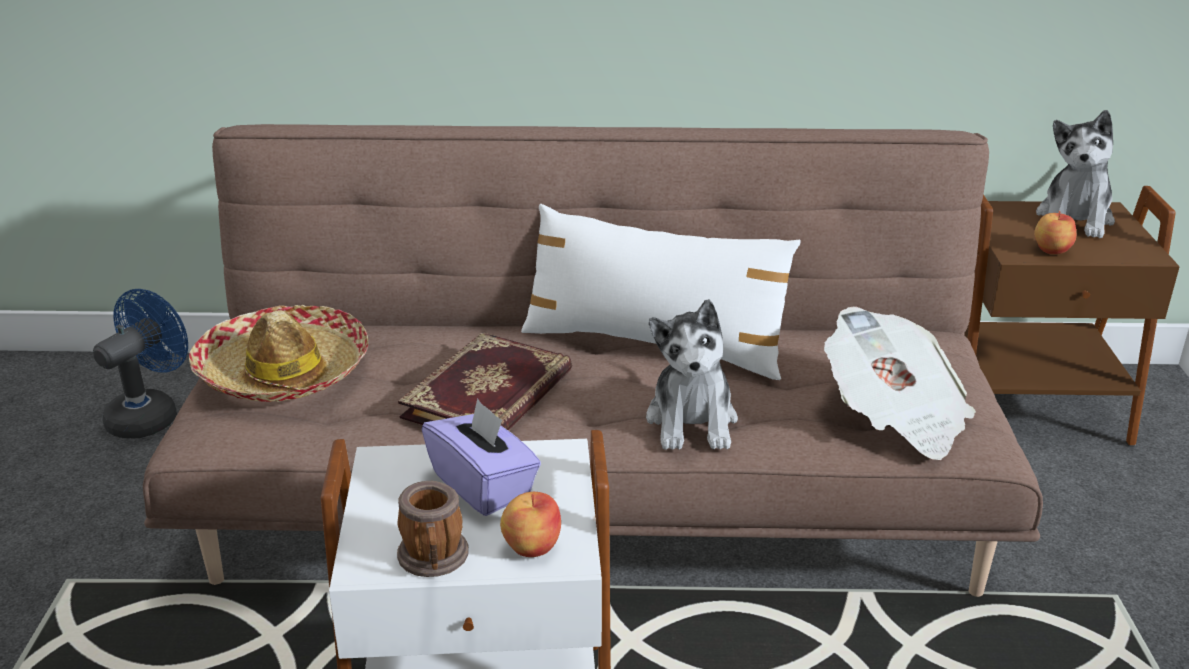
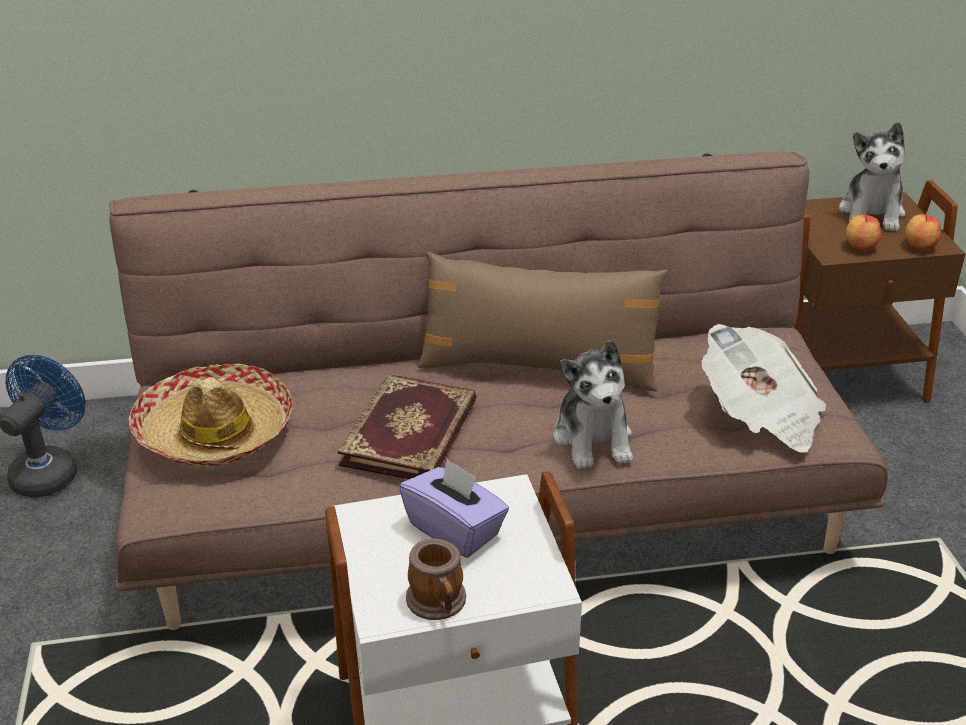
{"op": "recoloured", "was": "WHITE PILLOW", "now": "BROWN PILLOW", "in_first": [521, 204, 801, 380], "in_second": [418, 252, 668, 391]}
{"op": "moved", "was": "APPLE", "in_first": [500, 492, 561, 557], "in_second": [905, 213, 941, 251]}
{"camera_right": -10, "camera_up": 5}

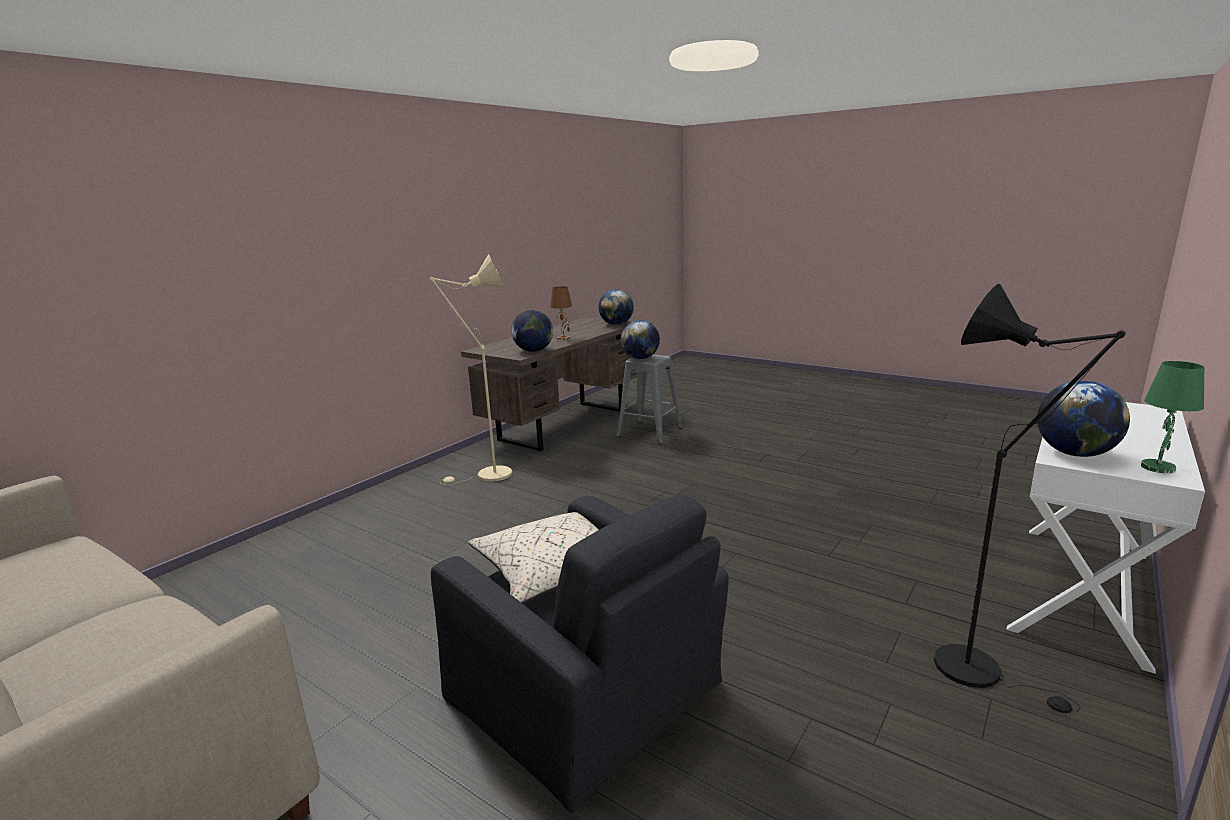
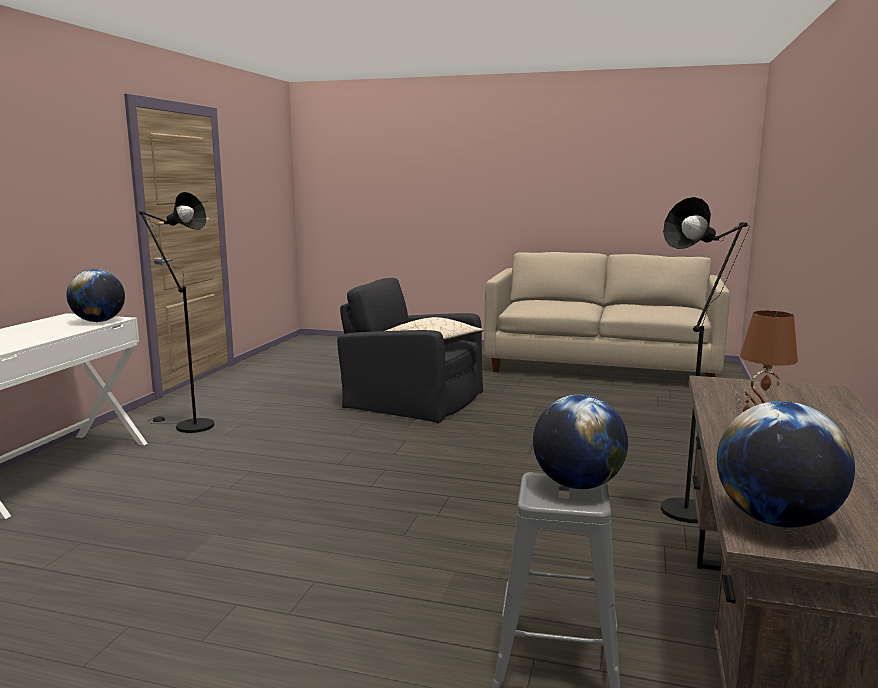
{"op": "recoloured", "was": "BEIGE FLOOR LAMP", "now": "BLACK FLOOR LAMP", "in_first": [430, 254, 512, 485], "in_second": [661, 197, 749, 523]}
{"op": "removed", "was": "GLOBE", "in_first": [511, 310, 553, 352]}
{"op": "removed", "was": "GREEN TABLE LAMP", "in_first": [1141, 361, 1204, 474]}
{"camera_right": 160, "camera_up": -5}

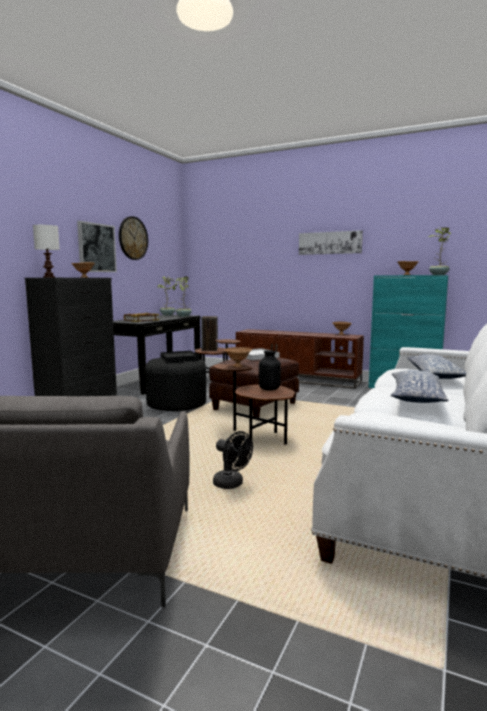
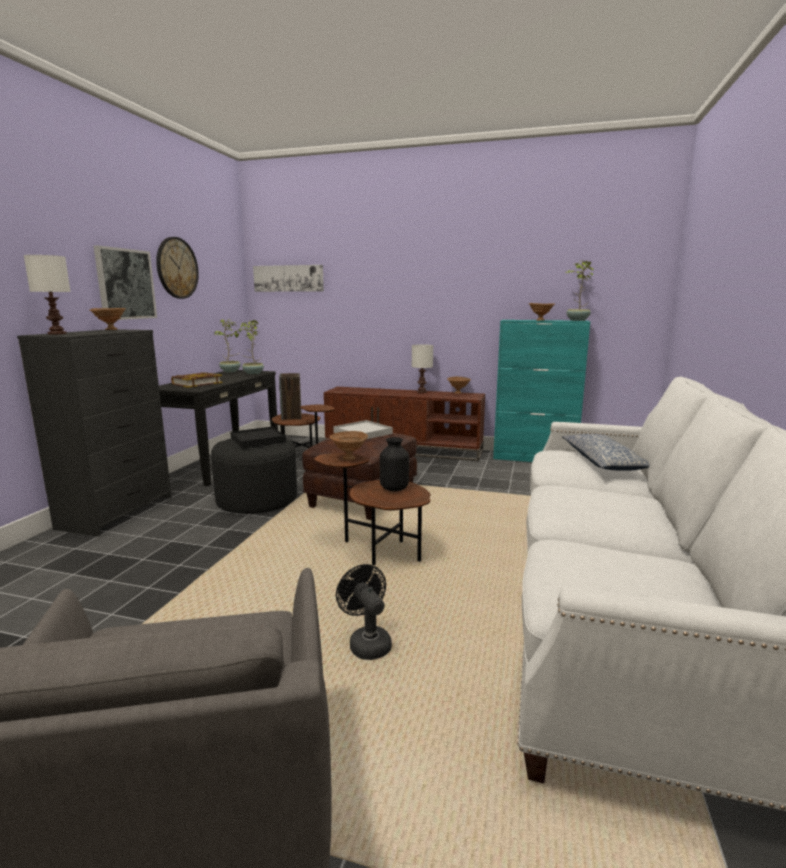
{"op": "moved", "was": "PICTURE", "in_first": [299, 230, 363, 255], "in_second": [253, 265, 324, 292]}
{"op": "removed", "was": "PILLOW", "in_first": [391, 370, 448, 403]}
{"op": "turned", "was": "BLACK FAN", "in_first": [213, 431, 253, 489], "in_second": [336, 564, 392, 660], "clockwise": -150}
{"op": "added", "now": "WHITE TABLE LAMP", "in_second": [412, 344, 433, 393]}
{"camera_right": -10, "camera_up": 5}

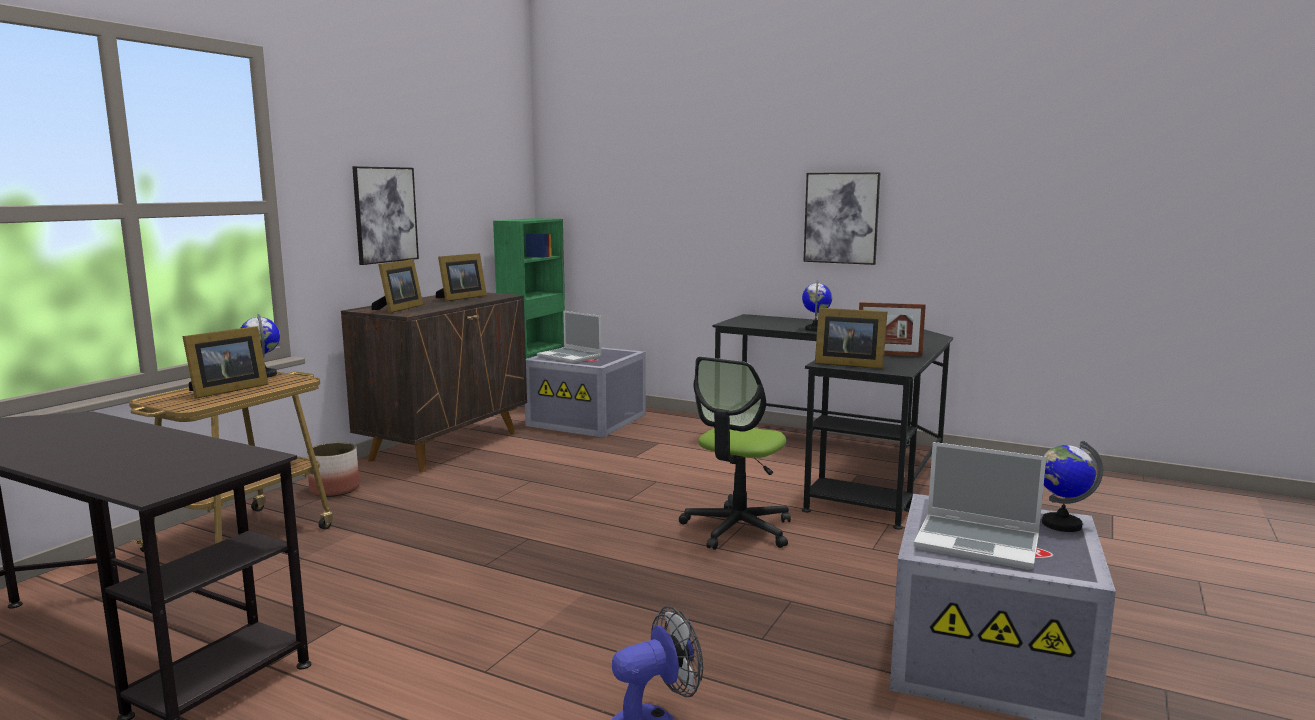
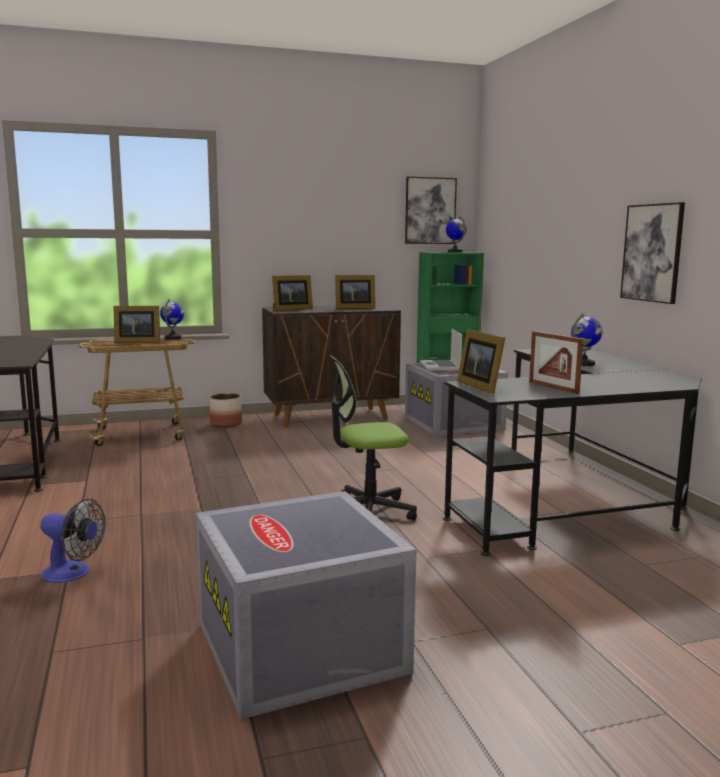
{"op": "moved", "was": "PICTURE", "in_first": [352, 166, 419, 265], "in_second": [405, 177, 457, 244]}
{"op": "moved", "was": "GLOBE", "in_first": [1042, 441, 1103, 532], "in_second": [446, 216, 466, 252]}
{"op": "removed", "was": "LAPTOP", "in_first": [914, 442, 1046, 570]}
{"camera_right": 45, "camera_up": 0}

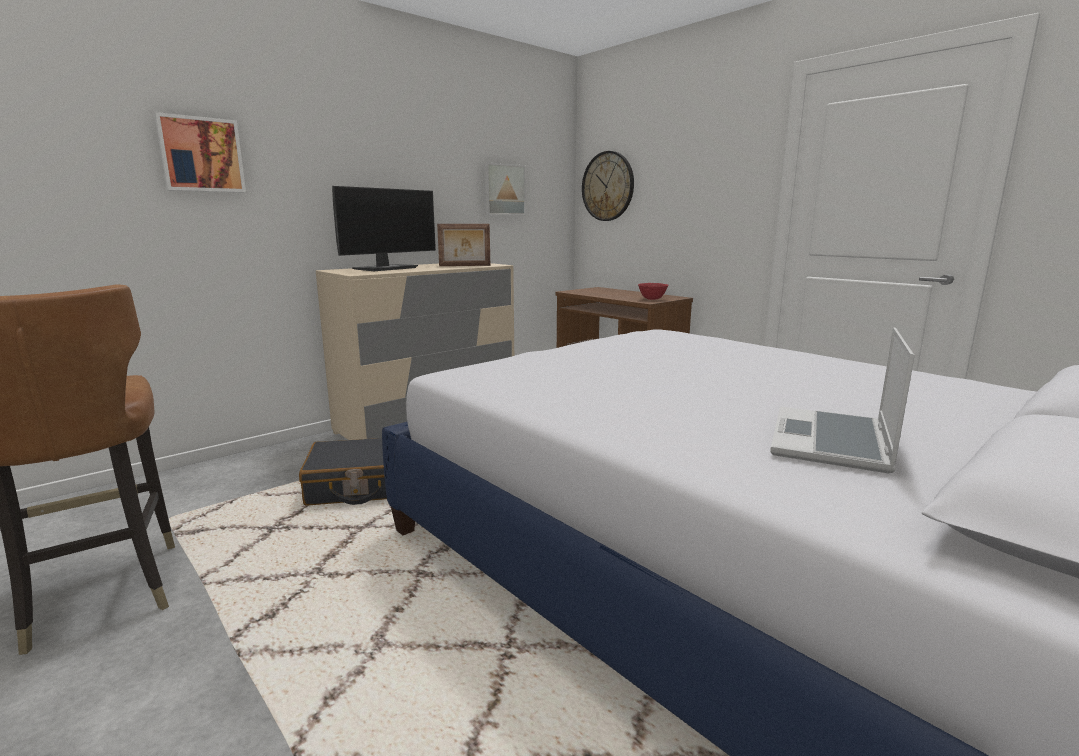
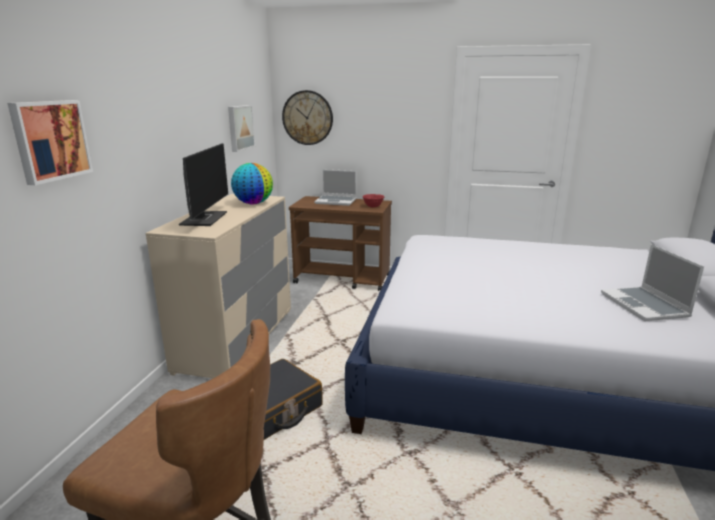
{"op": "replaced", "was": "PICTURE FRAME", "now": "GLOBE", "in_first": [437, 224, 490, 266], "in_second": [231, 163, 273, 204]}
{"op": "added", "now": "LAPTOP", "in_second": [314, 169, 357, 206]}
{"camera_right": -35, "camera_up": 5}

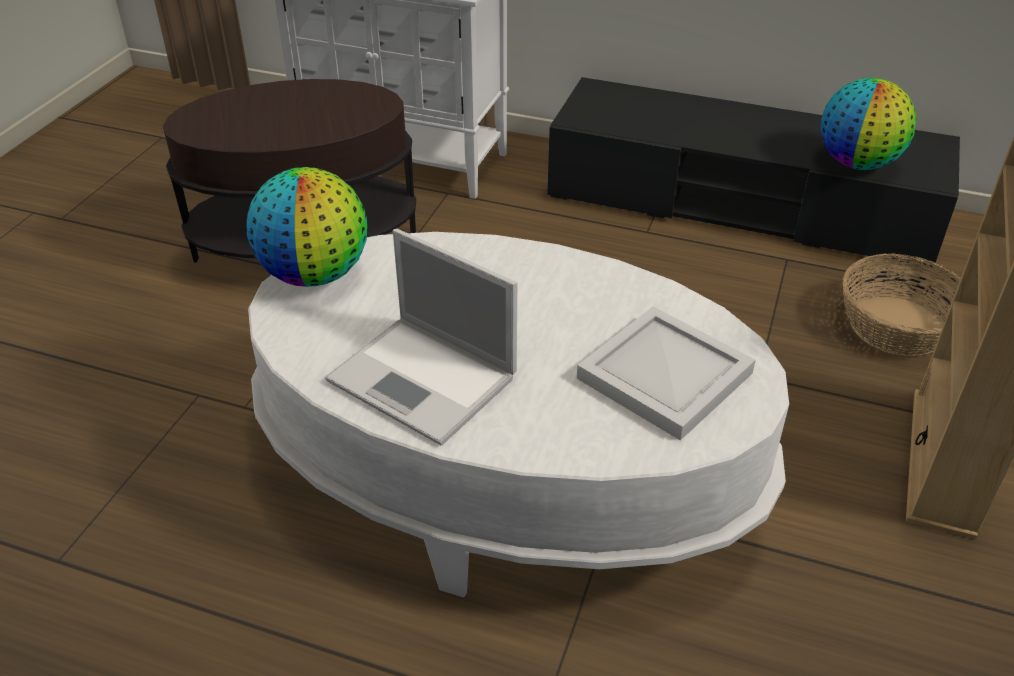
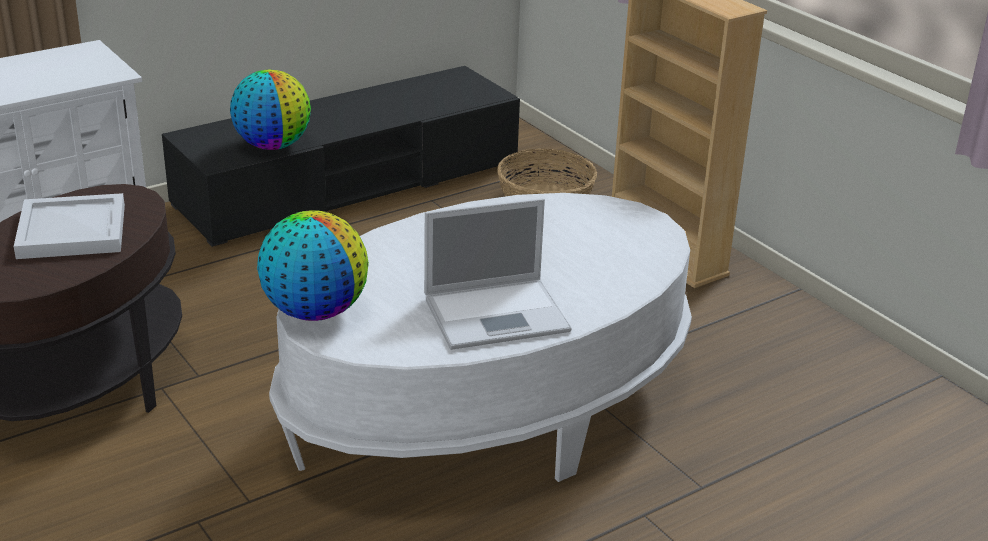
{"op": "moved", "was": "GLOBE", "in_first": [820, 78, 916, 170], "in_second": [230, 70, 311, 150]}
{"op": "moved", "was": "WHITE TRAY", "in_first": [577, 307, 756, 440], "in_second": [14, 193, 125, 259]}
{"camera_right": -55, "camera_up": -10}

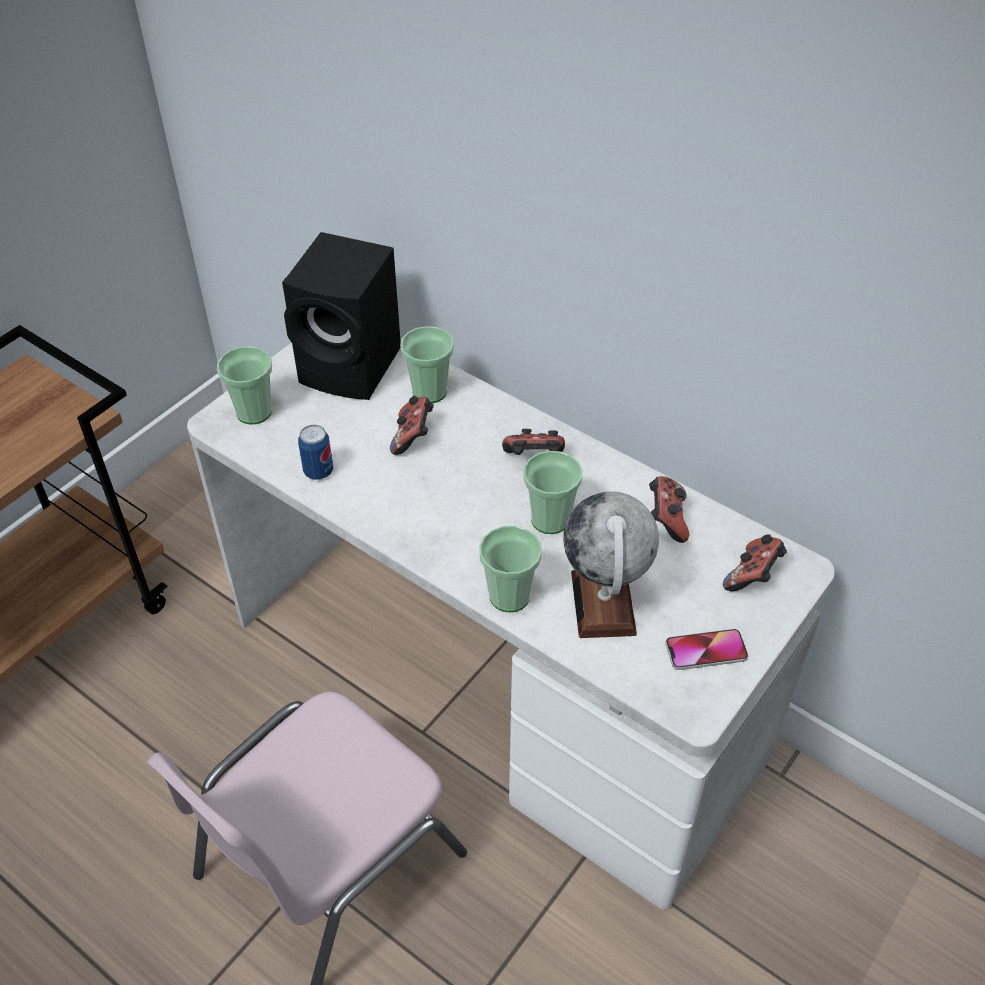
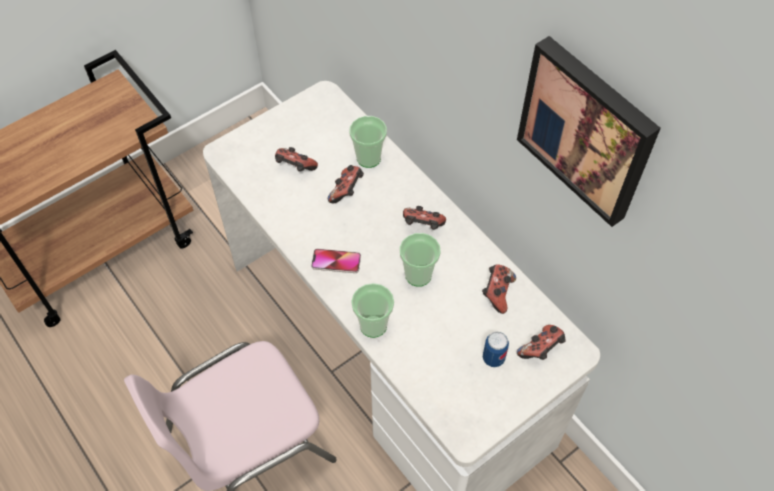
{"op": "removed", "was": "BLACK SPEAKER", "in_first": [282, 232, 401, 400]}
{"op": "removed", "was": "CUP", "in_first": [217, 346, 272, 425]}
{"op": "moved", "was": "CAN", "in_first": [298, 425, 333, 480], "in_second": [483, 332, 509, 367]}
{"op": "removed", "was": "GLOBE", "in_first": [563, 491, 659, 638]}
{"op": "moved", "was": "PHONE", "in_first": [665, 629, 748, 670], "in_second": [311, 249, 361, 273]}
{"op": "added", "now": "PICTURE", "in_second": [517, 36, 661, 227]}
{"op": "added", "now": "GAME CONTROLLER", "in_second": [275, 147, 318, 172]}
{"camera_right": 15, "camera_up": 10}

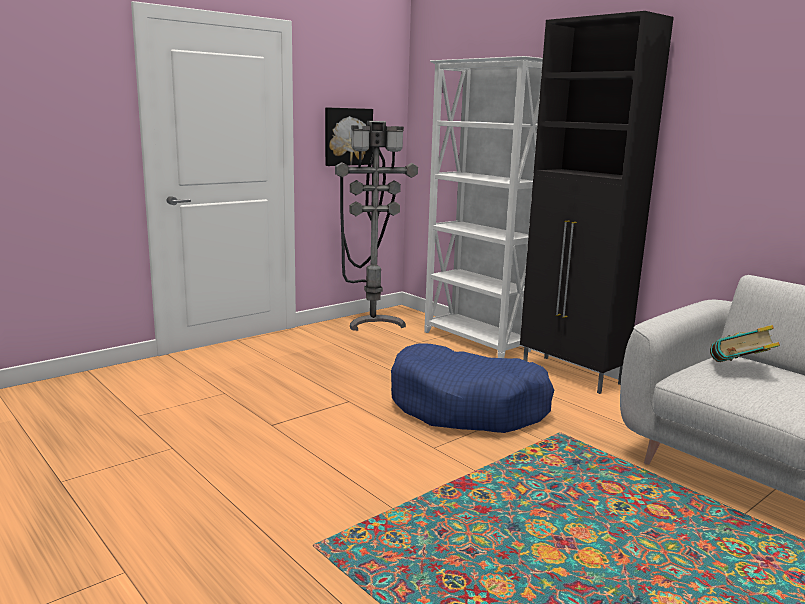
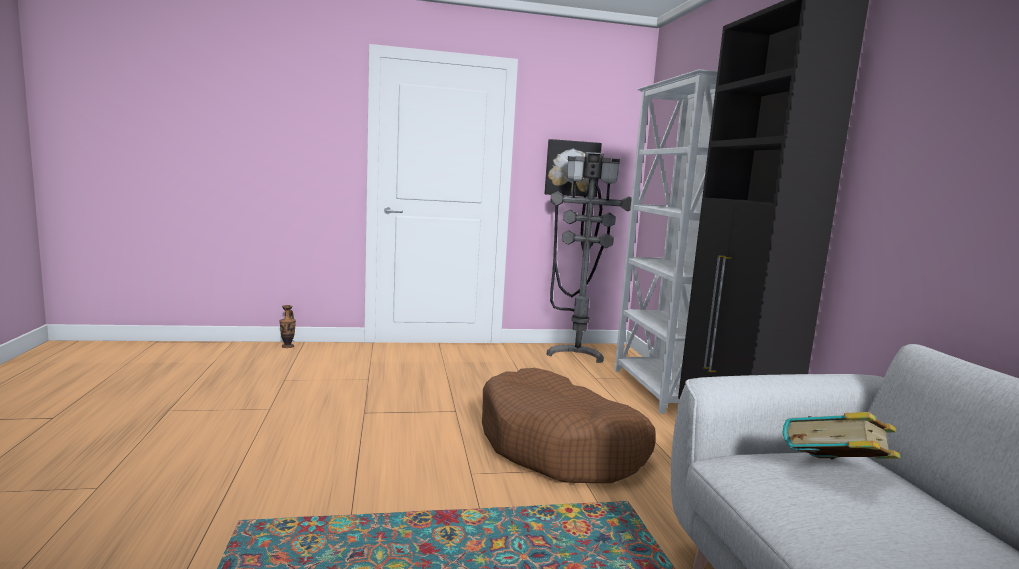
{"op": "recoloured", "was": "BLUE DOG BED", "now": "BROWN DOG BED", "in_first": [391, 343, 554, 433], "in_second": [482, 368, 656, 483]}
{"op": "added", "now": "VASE", "in_second": [280, 305, 296, 348]}
{"camera_right": 30, "camera_up": -5}

